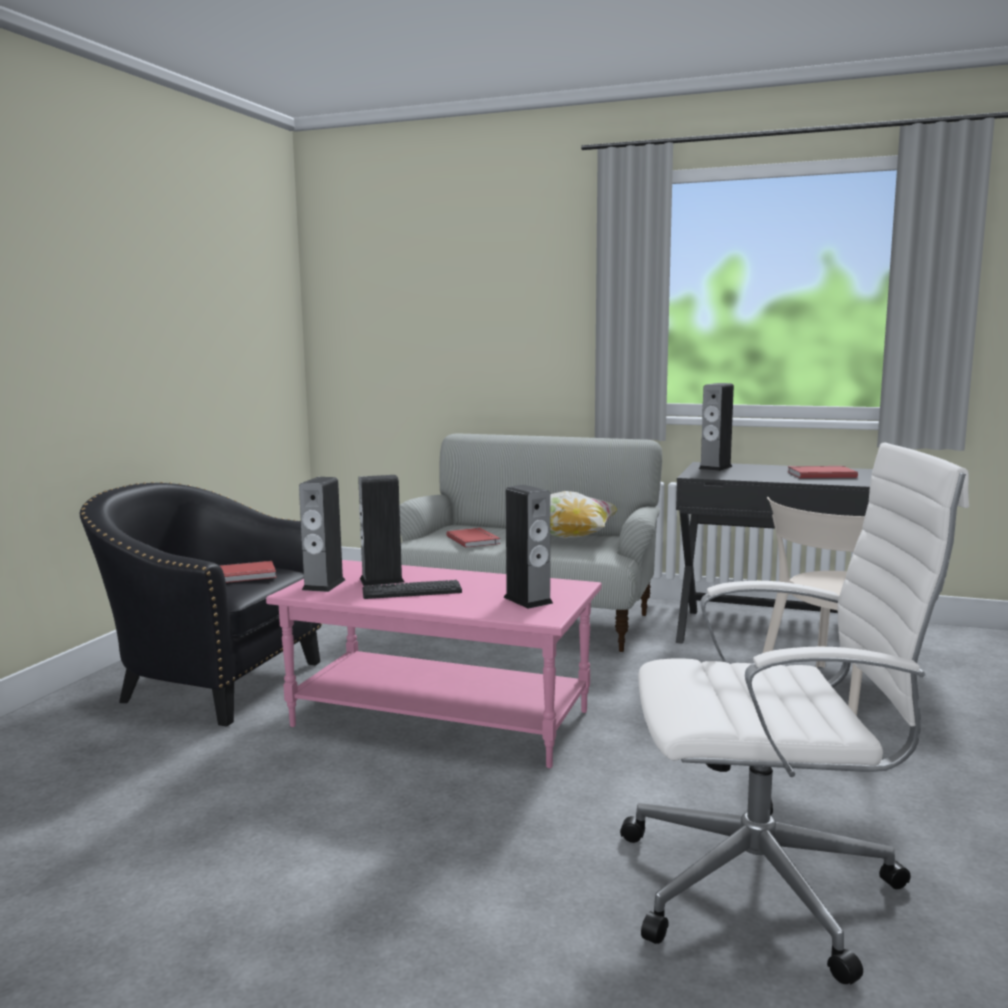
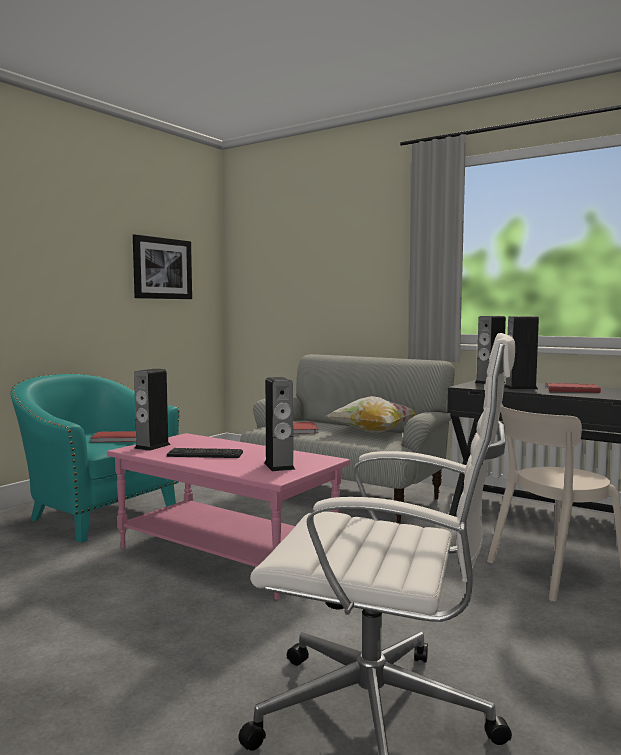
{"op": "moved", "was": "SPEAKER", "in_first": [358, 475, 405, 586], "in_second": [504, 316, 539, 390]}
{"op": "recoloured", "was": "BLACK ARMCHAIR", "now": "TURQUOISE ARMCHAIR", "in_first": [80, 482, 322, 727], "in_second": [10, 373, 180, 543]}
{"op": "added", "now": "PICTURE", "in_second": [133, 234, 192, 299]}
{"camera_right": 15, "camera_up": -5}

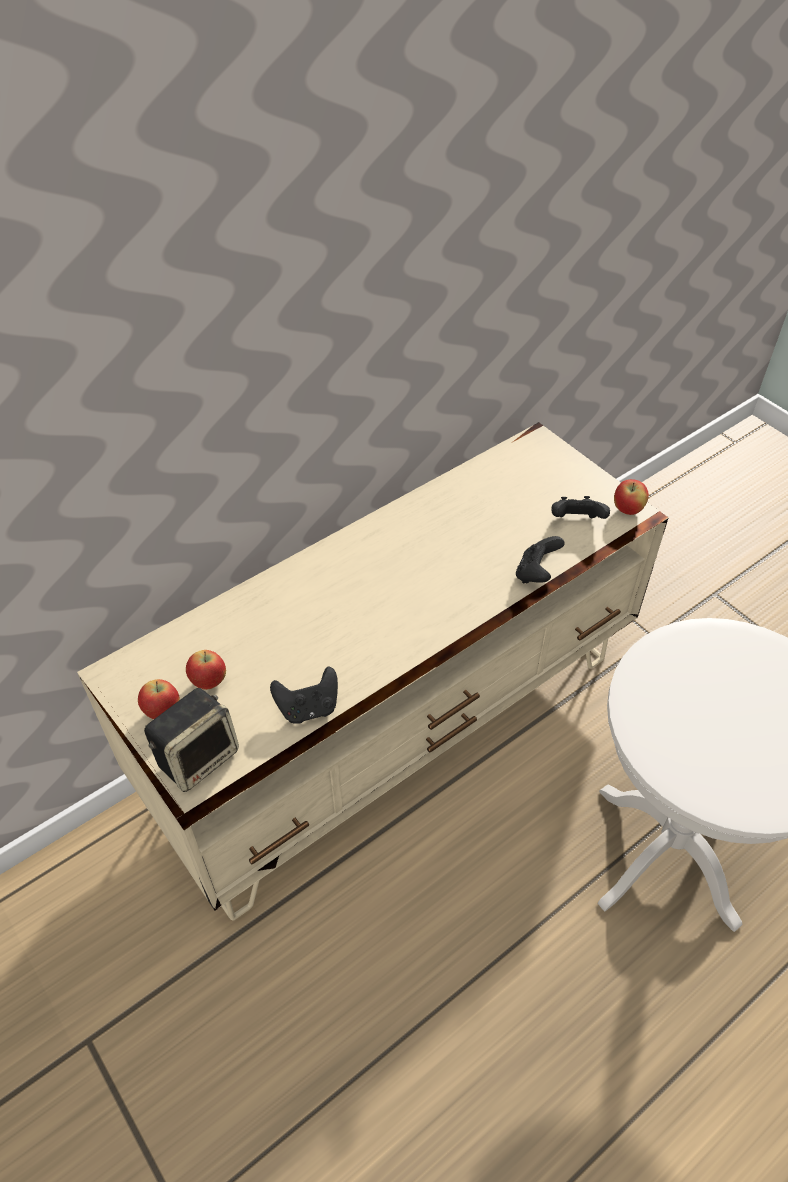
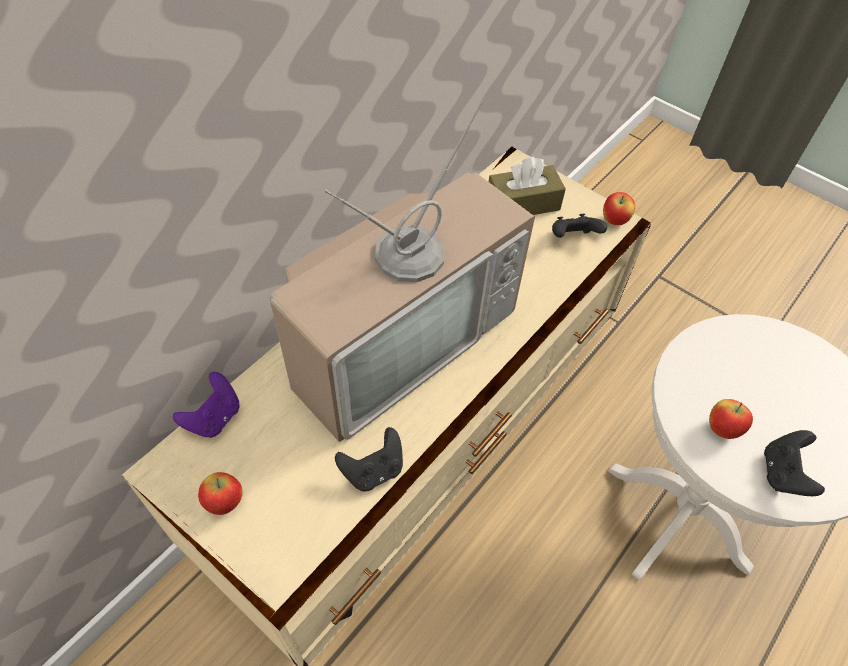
{"op": "moved", "was": "BLACK GAME CONTROLLER", "in_first": [516, 536, 564, 583], "in_second": [764, 430, 825, 496]}
{"op": "moved", "was": "APPLE", "in_first": [186, 650, 226, 690], "in_second": [709, 399, 753, 439]}
{"op": "removed", "was": "SPEAKER", "in_first": [144, 688, 239, 792]}
{"op": "added", "now": "TELEVISION", "in_second": [270, 100, 535, 442]}
{"op": "added", "now": "BROWN TISSUE BOX", "in_second": [489, 157, 566, 215]}
{"op": "added", "now": "PURPLE GAME CONTROLLER", "in_second": [173, 372, 240, 438]}
{"camera_right": -15, "camera_up": 5}

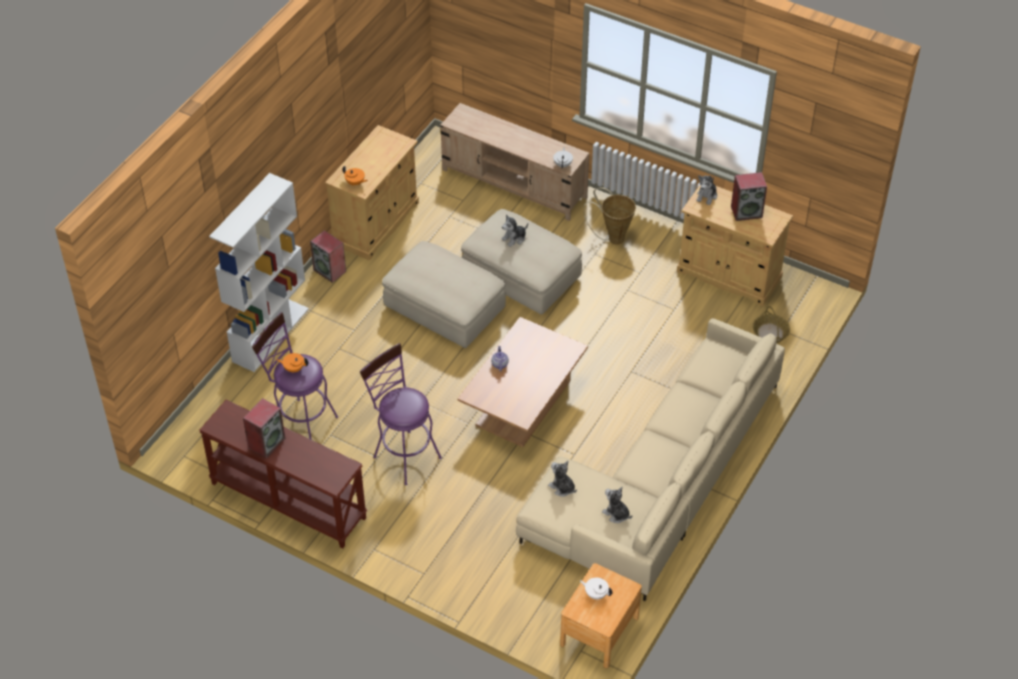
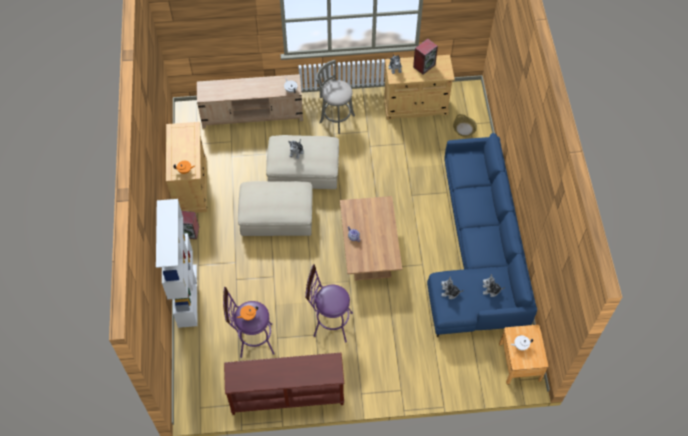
{"op": "replaced", "was": "BASKET", "now": "GREY STOOL", "in_first": [583, 187, 636, 245], "in_second": [316, 60, 355, 134]}
{"op": "recoloured", "was": "BEIGE SOFA", "now": "BLUE SOFA", "in_first": [516, 318, 785, 601], "in_second": [427, 133, 537, 337]}
{"op": "removed", "was": "SPEAKER", "in_first": [243, 398, 285, 458]}
{"camera_right": -35, "camera_up": 10}

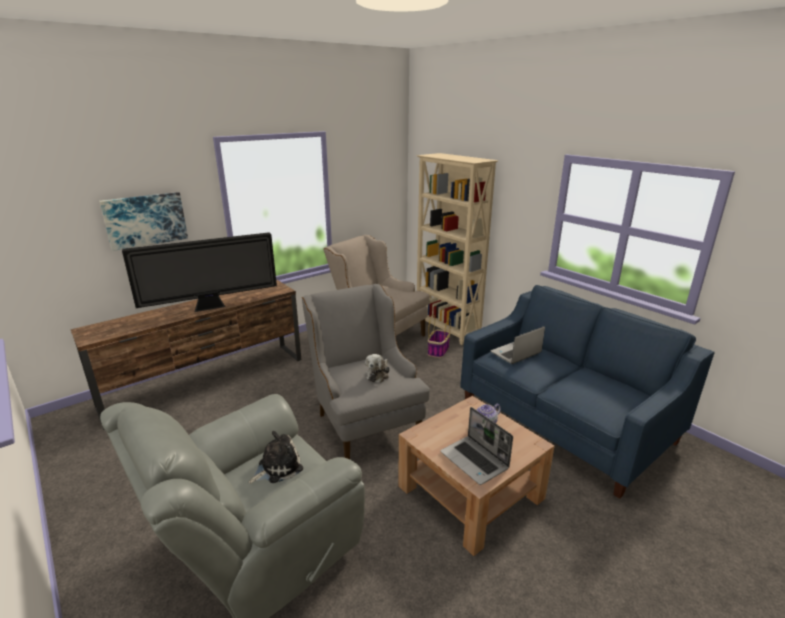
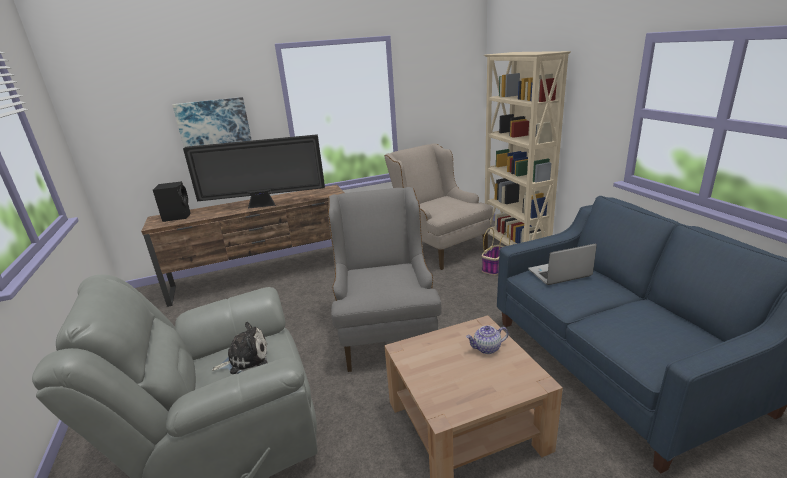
{"op": "removed", "was": "PLUSH TOY", "in_first": [365, 354, 390, 383]}
{"op": "removed", "was": "LAPTOP", "in_first": [440, 407, 513, 485]}
{"op": "added", "now": "BLACK SPEAKER", "in_second": [153, 181, 190, 222]}
{"camera_right": 20, "camera_up": 0}

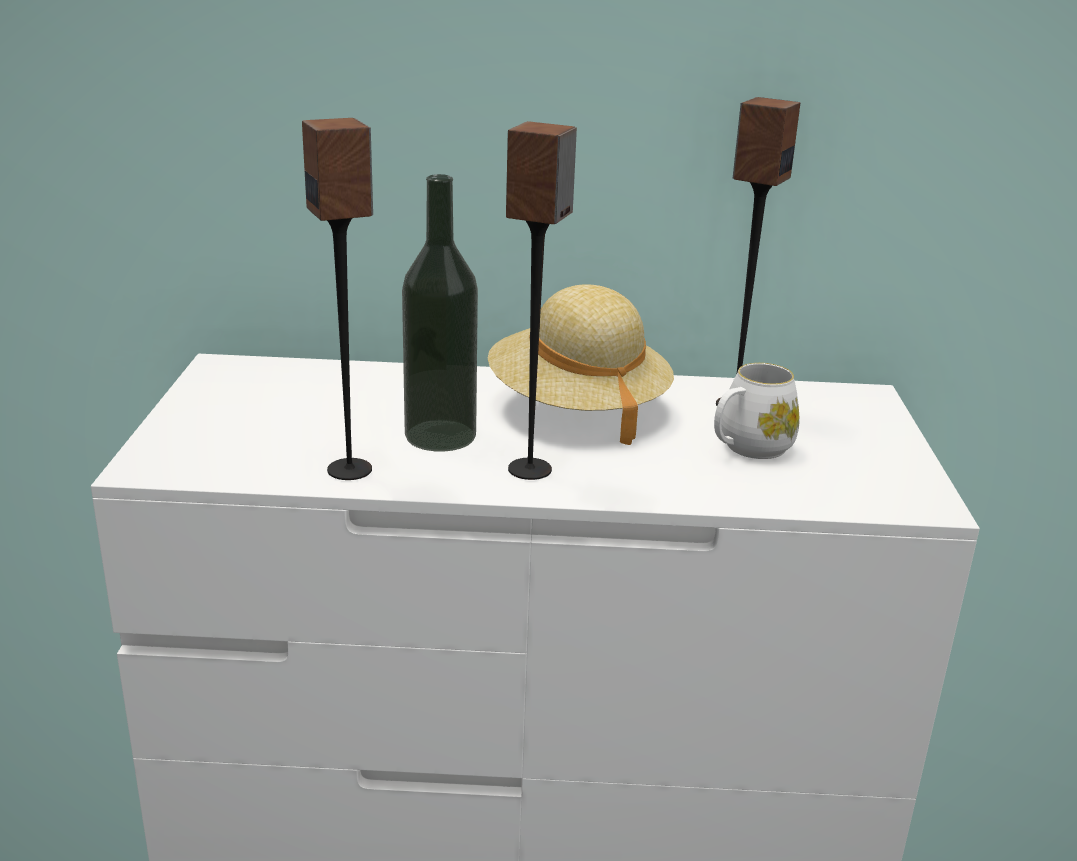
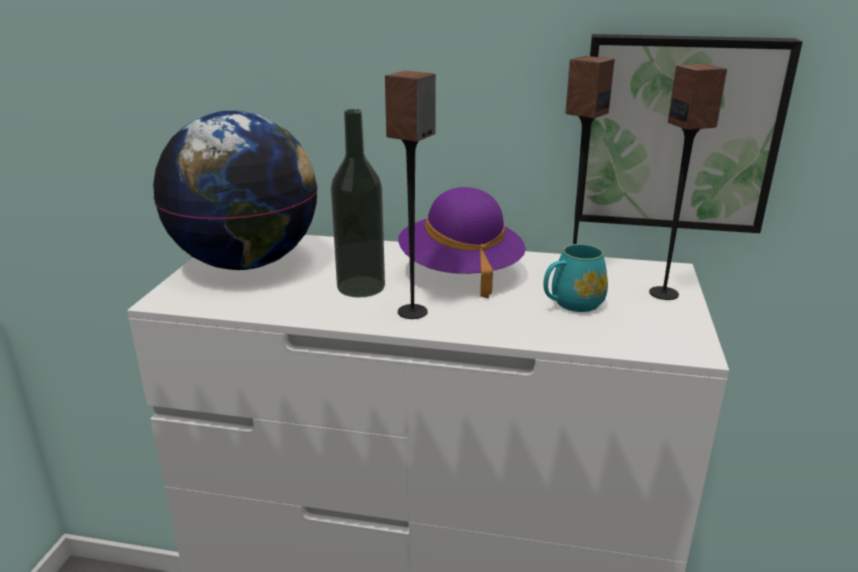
{"op": "moved", "was": "SPEAKER", "in_first": [302, 118, 373, 480], "in_second": [649, 64, 727, 300]}
{"op": "recoloured", "was": "BEIGE HAT", "now": "PURPLE HAT", "in_first": [488, 284, 674, 445], "in_second": [398, 187, 526, 298]}
{"op": "recoloured", "was": "WHITE MUG", "now": "TURQUOISE MUG", "in_first": [714, 363, 799, 459], "in_second": [543, 244, 608, 312]}
{"op": "added", "now": "PICTURE", "in_second": [575, 34, 802, 233]}
{"op": "added", "now": "GLOBE", "in_second": [153, 110, 318, 270]}
{"camera_right": 10, "camera_up": 0}

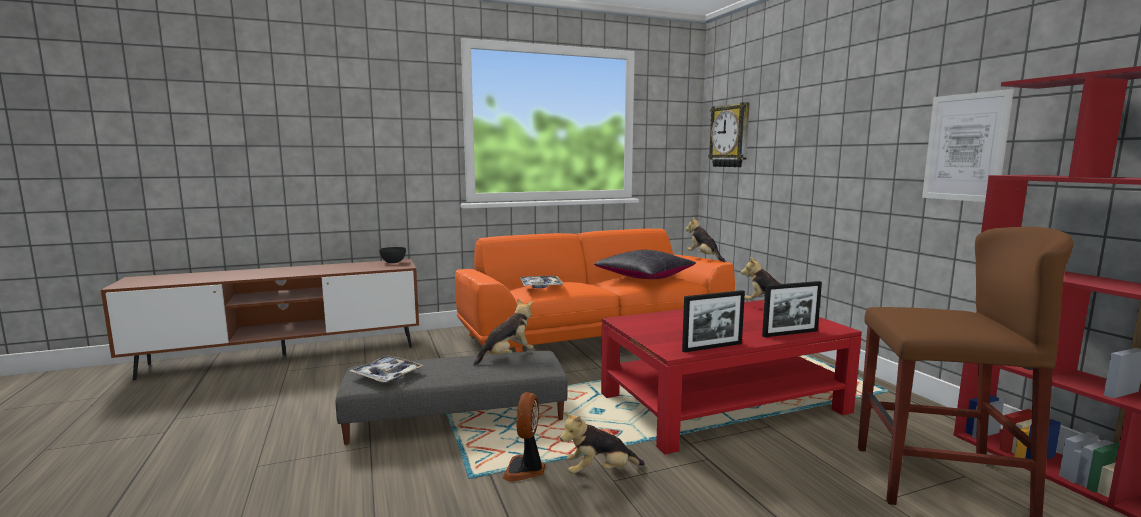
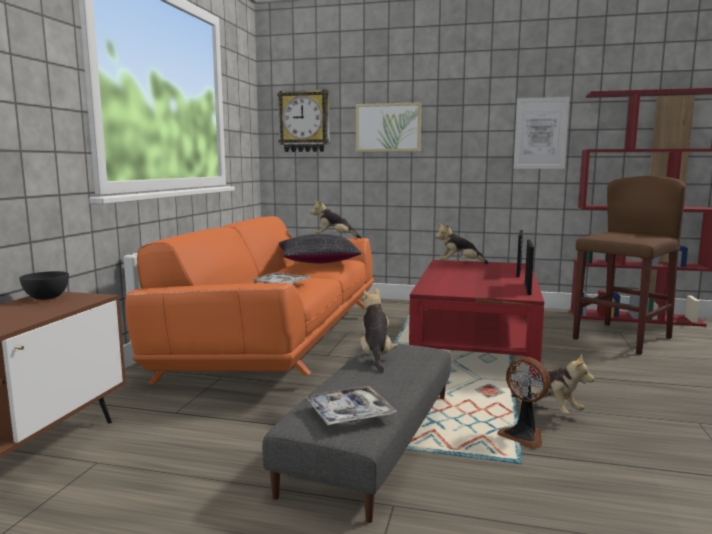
{"op": "turned", "was": "PLUSH TOY", "in_first": [560, 412, 645, 474], "in_second": [511, 353, 594, 415], "clockwise": -60}
{"op": "added", "now": "PICTURE", "in_second": [356, 102, 421, 152]}
{"camera_right": -55, "camera_up": 0}

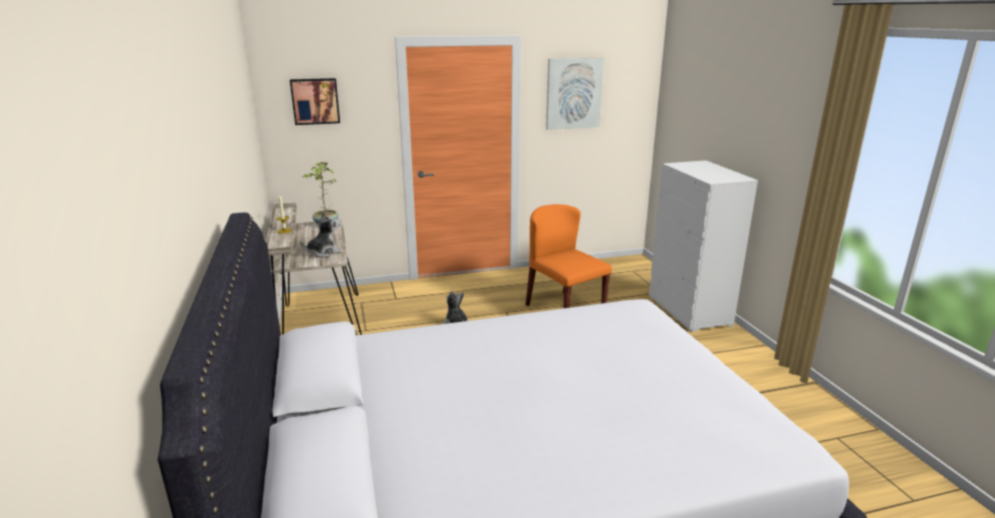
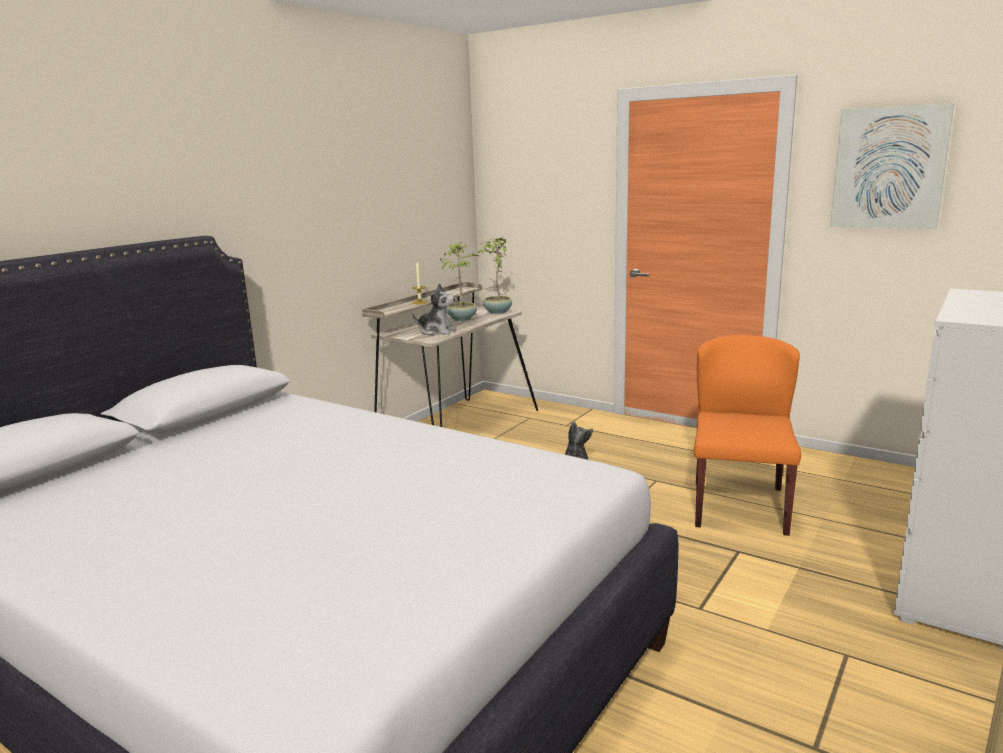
{"op": "removed", "was": "PICTURE", "in_first": [290, 78, 340, 125]}
{"op": "added", "now": "POTTED PLANT", "in_second": [440, 242, 480, 321]}
{"camera_right": 50, "camera_up": -5}

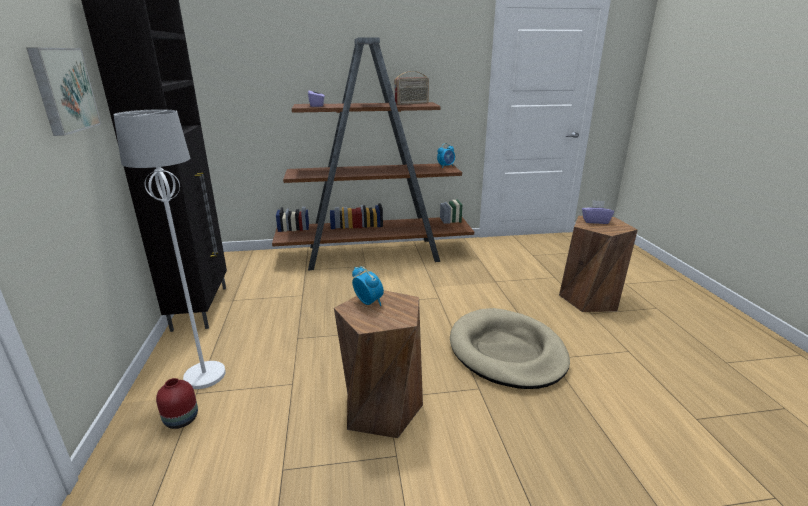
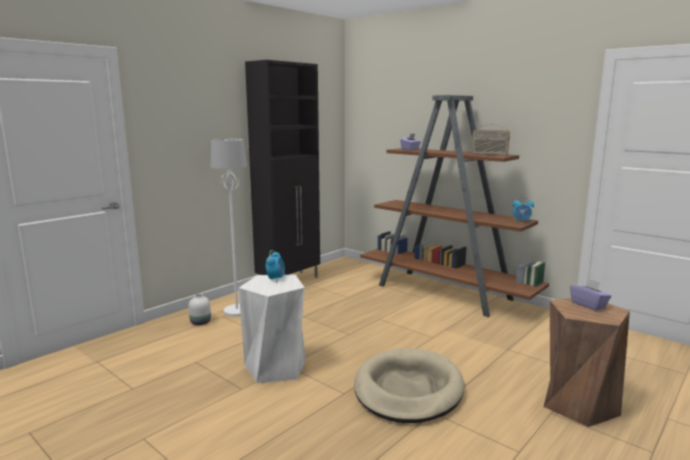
{"op": "removed", "was": "PICTURE", "in_first": [26, 48, 101, 136]}
{"op": "recoloured", "was": "BROWN STOOL", "now": "WHITE STOOL", "in_first": [334, 290, 423, 438], "in_second": [239, 275, 306, 383]}
{"op": "recoloured", "was": "RED VASE", "now": "WHITE VASE", "in_first": [156, 378, 198, 429], "in_second": [189, 294, 211, 325]}
{"camera_right": 50, "camera_up": -10}

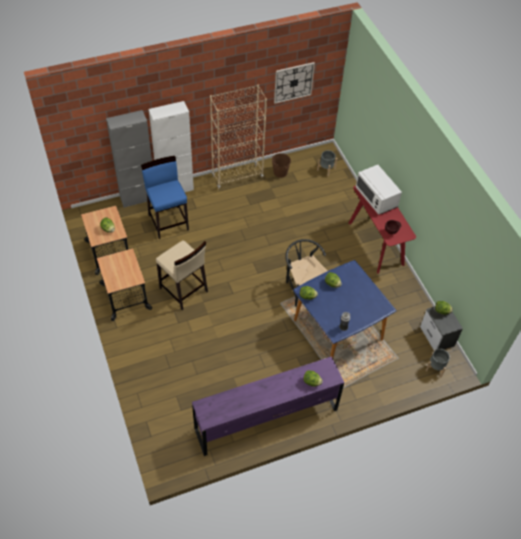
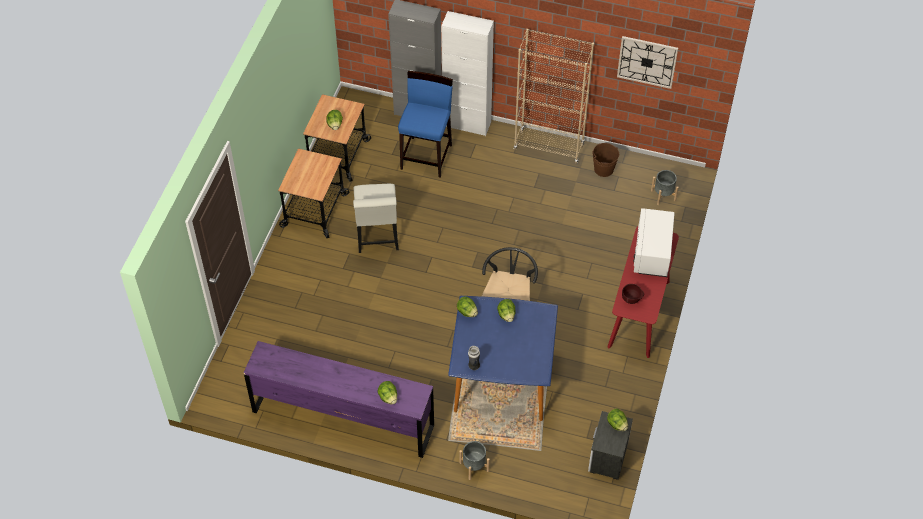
{"op": "replaced", "was": "BEIGE STOOL", "now": "WHITE CHAIR", "in_first": [156, 240, 208, 310], "in_second": [353, 184, 399, 253]}
{"op": "moved", "was": "GREY PLANTER", "in_first": [426, 349, 450, 377], "in_second": [459, 441, 490, 480]}
{"camera_right": 40, "camera_up": 0}

